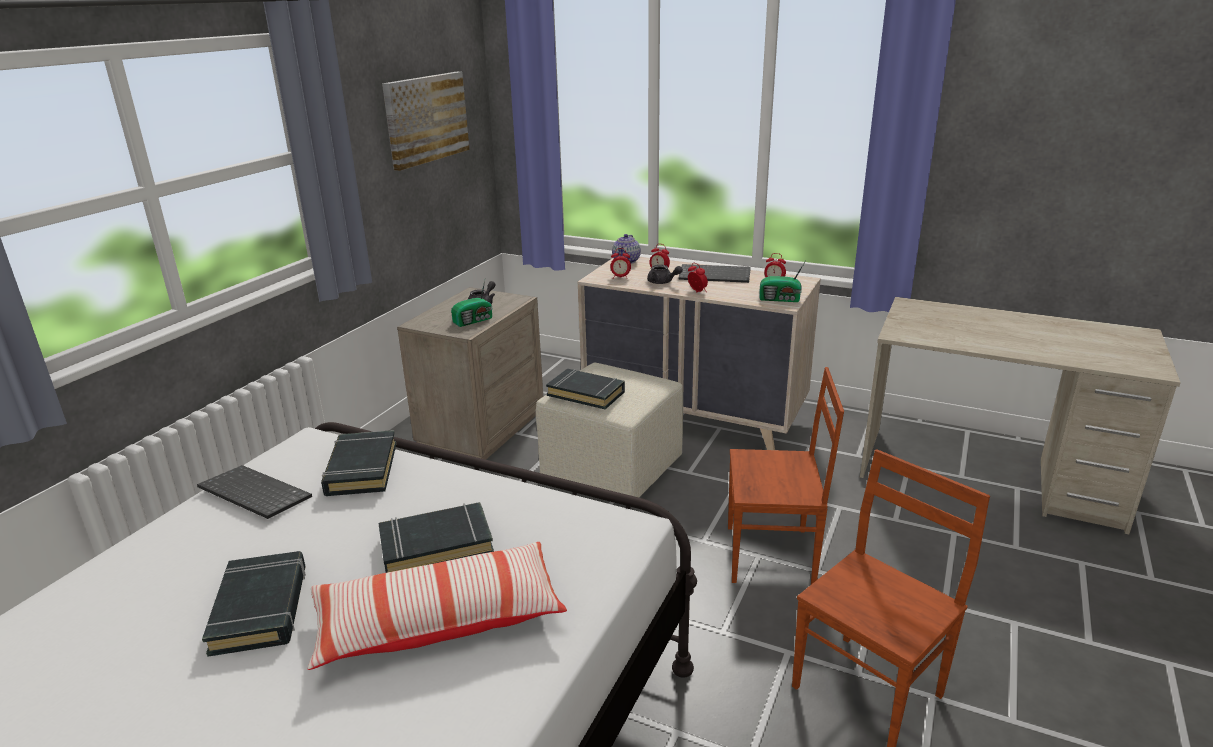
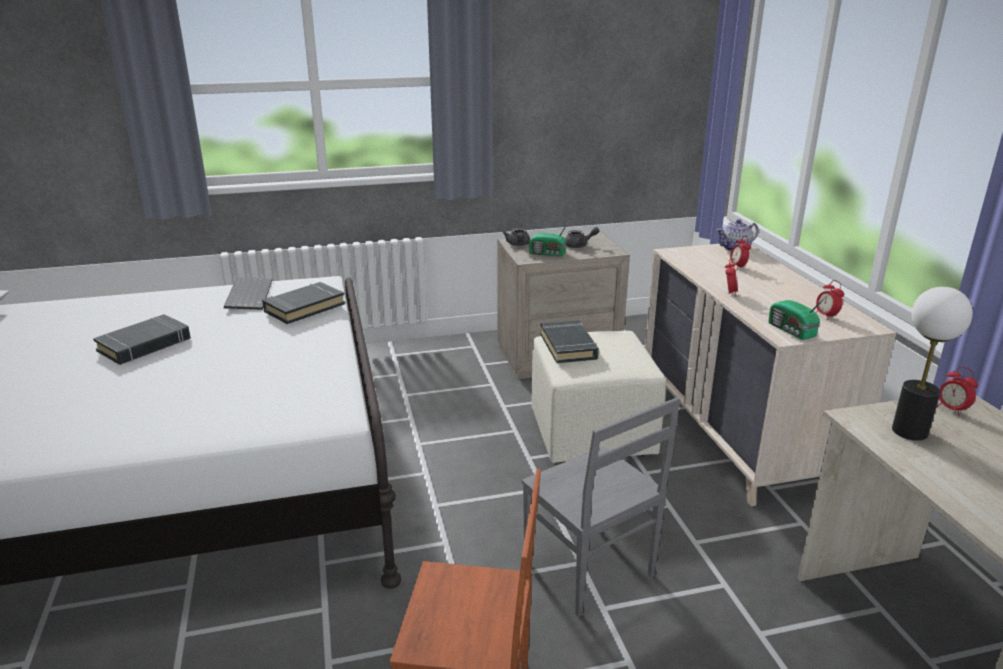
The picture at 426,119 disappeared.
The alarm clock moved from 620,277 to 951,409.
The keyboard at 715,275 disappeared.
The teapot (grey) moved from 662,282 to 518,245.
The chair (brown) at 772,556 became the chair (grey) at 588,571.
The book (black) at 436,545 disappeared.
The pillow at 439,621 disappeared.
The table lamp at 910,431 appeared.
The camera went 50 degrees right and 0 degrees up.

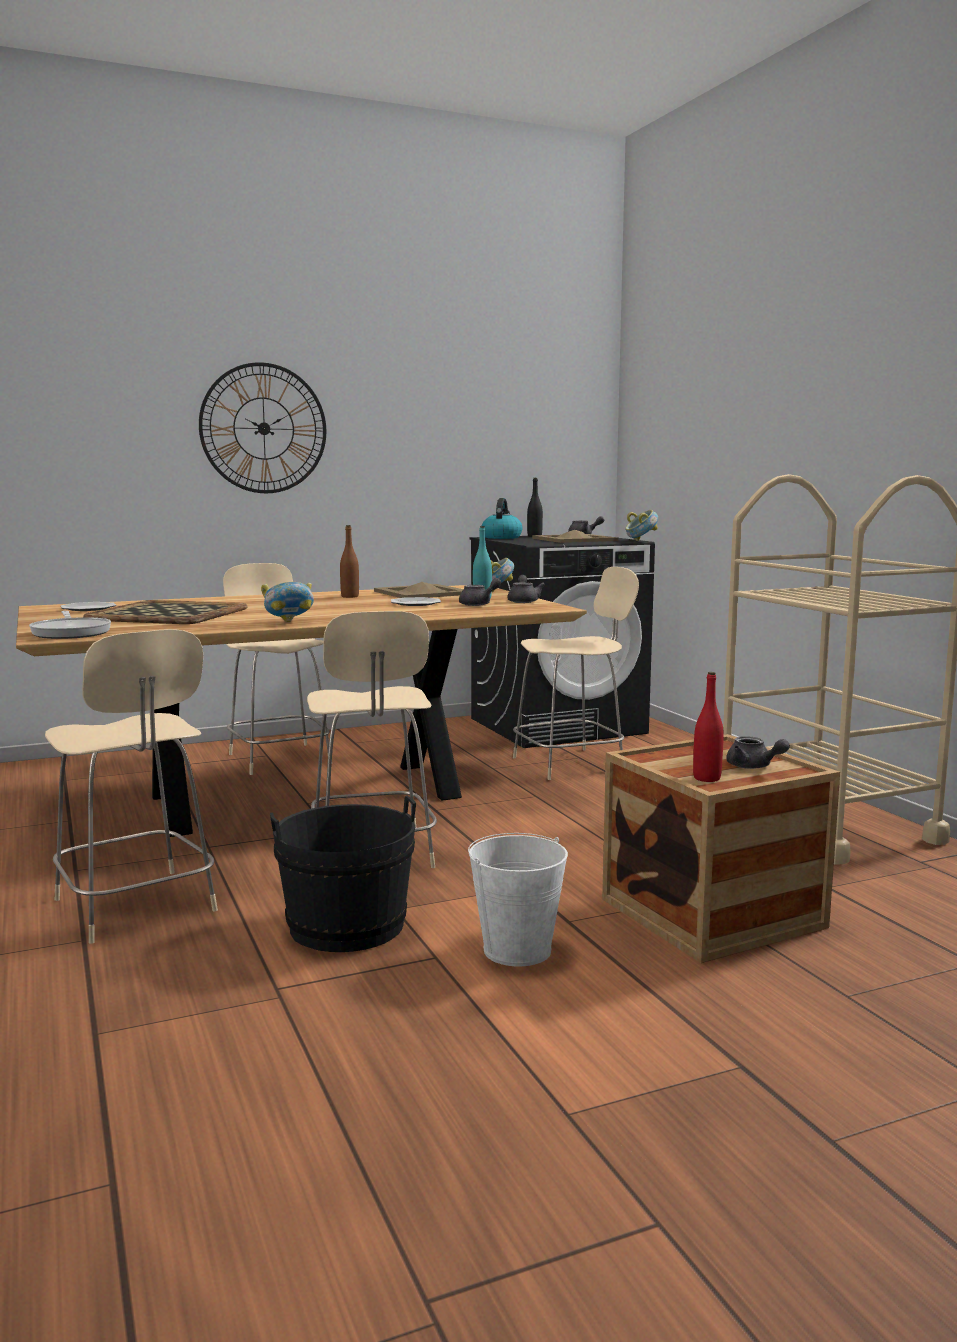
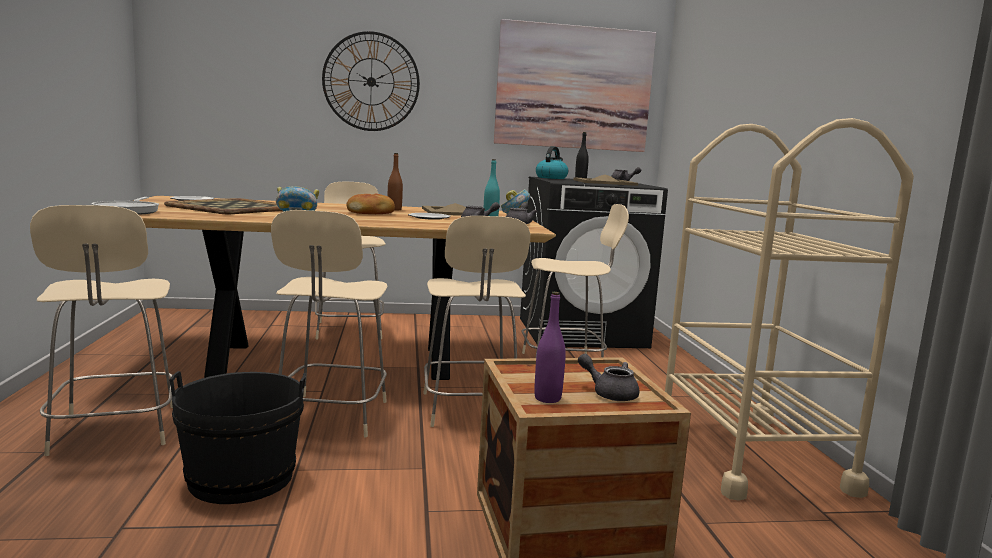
The bowl at 640,541 disappeared.
The bottle (red) at 706,778 became the bottle (purple) at 547,398.
The teapot (grey) at 753,767 turned 150 degrees clockwise.
The bucket (white) at 517,950 disappeared.
The picture at 573,88 appeared.
The bread at 371,213 appeared.
The chair (beige) at 469,410 appeared.
The camera went 15 degrees right and 0 degrees up.

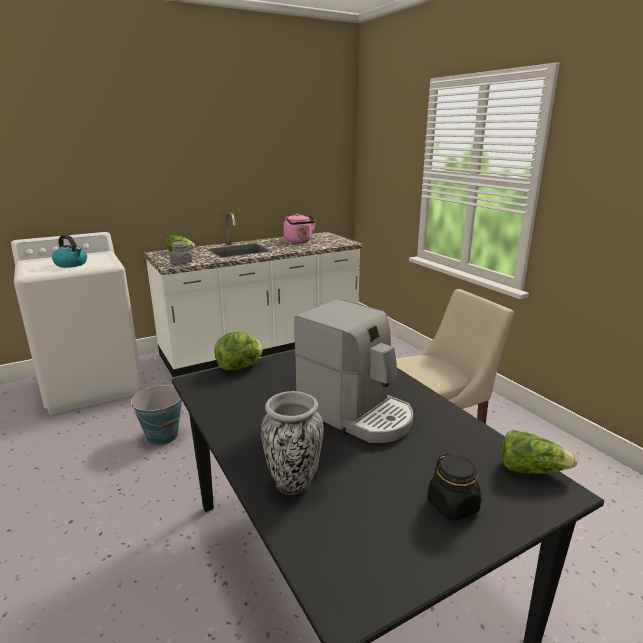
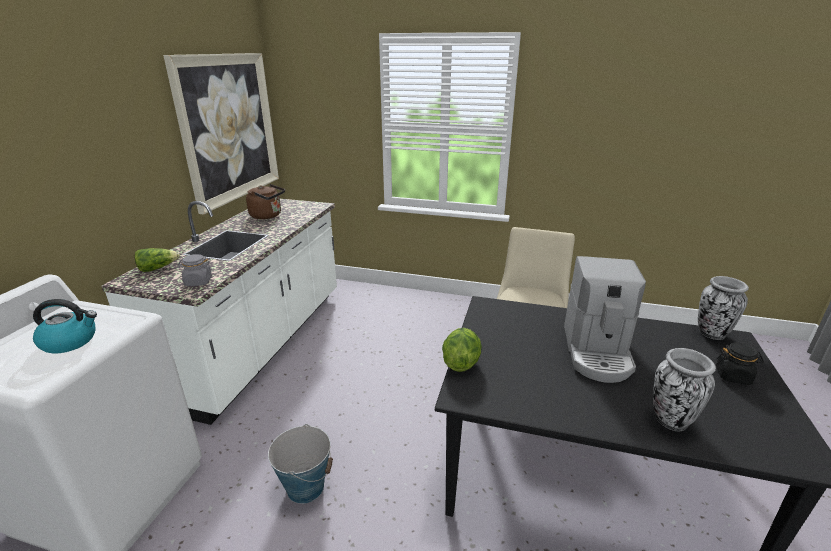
The kettle (pink) at 299,241 became the kettle (brown) at 268,216.
The coffee machine at 356,413 turned 105 degrees clockwise.
The lettuce at 531,469 was replaced by the vase at 711,334.
The picture at 229,128 appeared.
The camera went 45 degrees left and 5 degrees up.

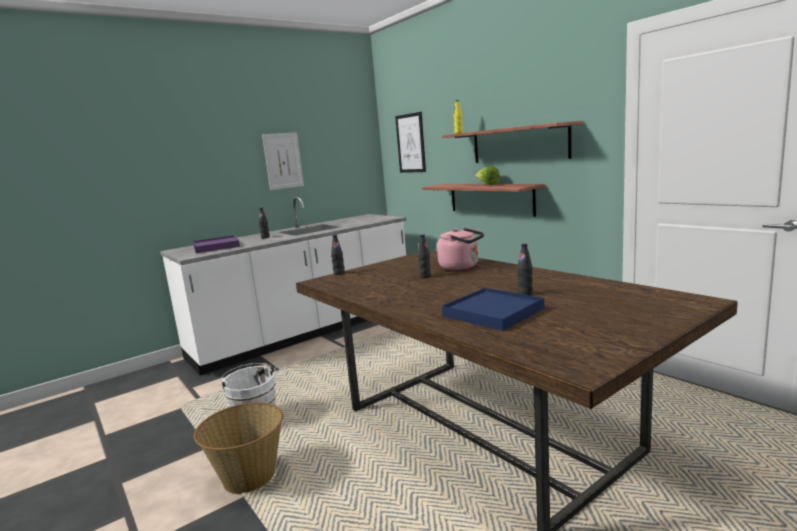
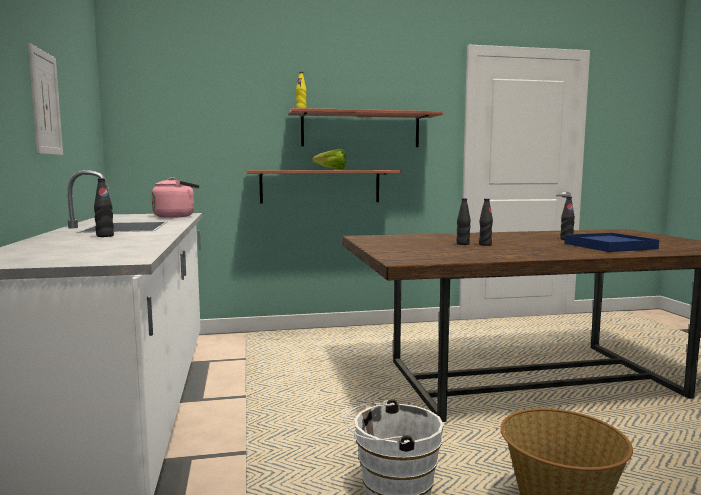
The picture at 410,143 disappeared.
The kettle (pink) moved from 461,267 to 177,216.
The tray (purple) at 216,247 disappeared.
The bottle (black) moved from 339,273 to 485,245.
The camera went 65 degrees left and 5 degrees down.

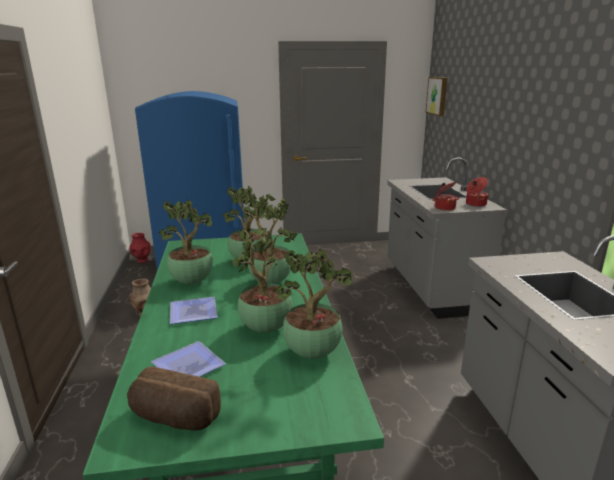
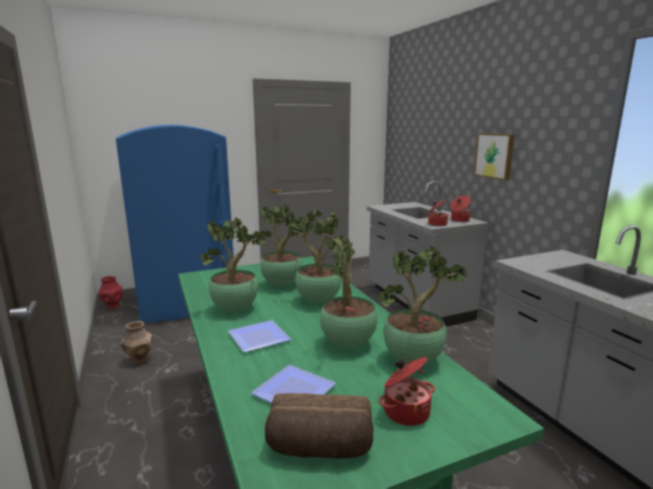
The picture moved from 438,96 to 495,155.
The cooking pot at 405,411 appeared.
The camera went 15 degrees left and 5 degrees down.

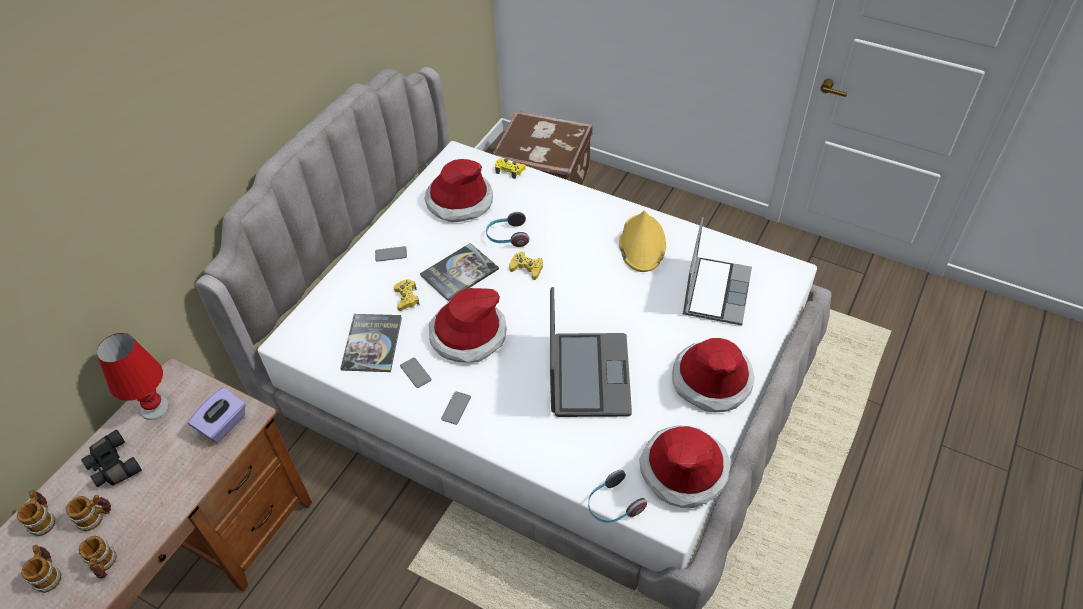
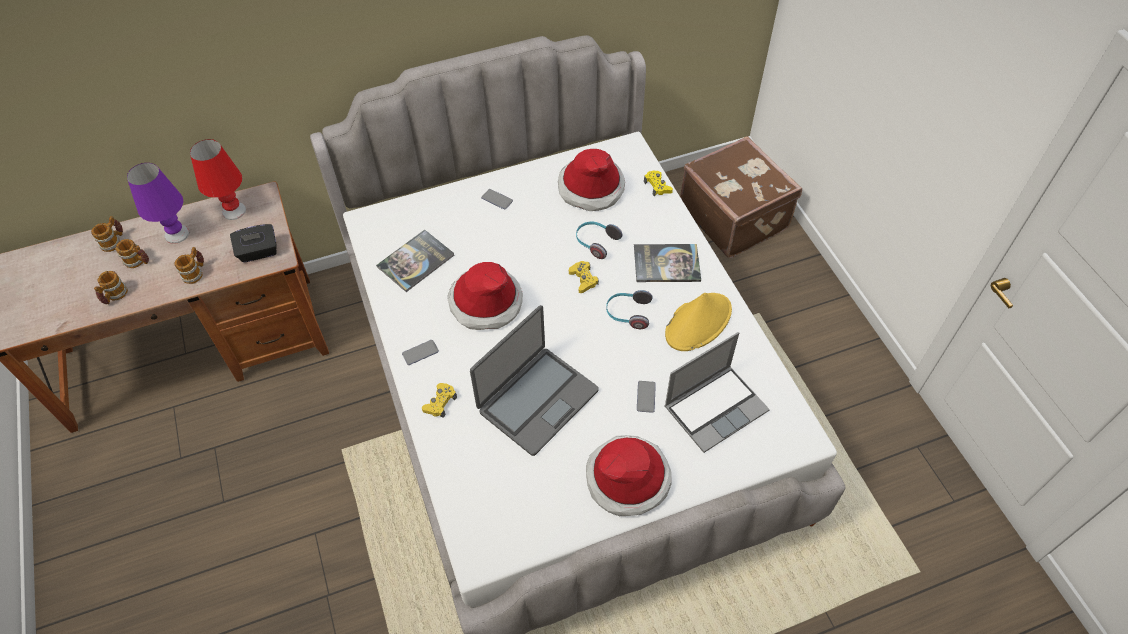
The book moved from 459,272 to 666,264.
The game controller (yellow) moved from 407,298 to 440,403.
The phone moved from 415,373 to 646,397.
The tissue box (purple) at 223,424 became the tissue box (black) at 258,252.
The hat at 684,469 disappeared.
The binoculars (black) at 112,466 was replaced by the table lamp (purple) at 176,234.
The headphones moved from 613,505 to 628,313.
The mug moved from 49,574 to 195,273.
The camera went 40 degrees right and 5 degrees up.

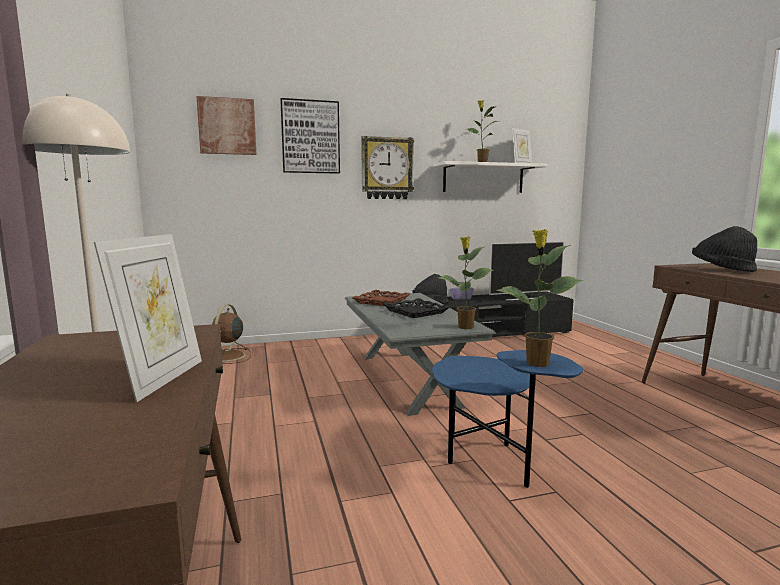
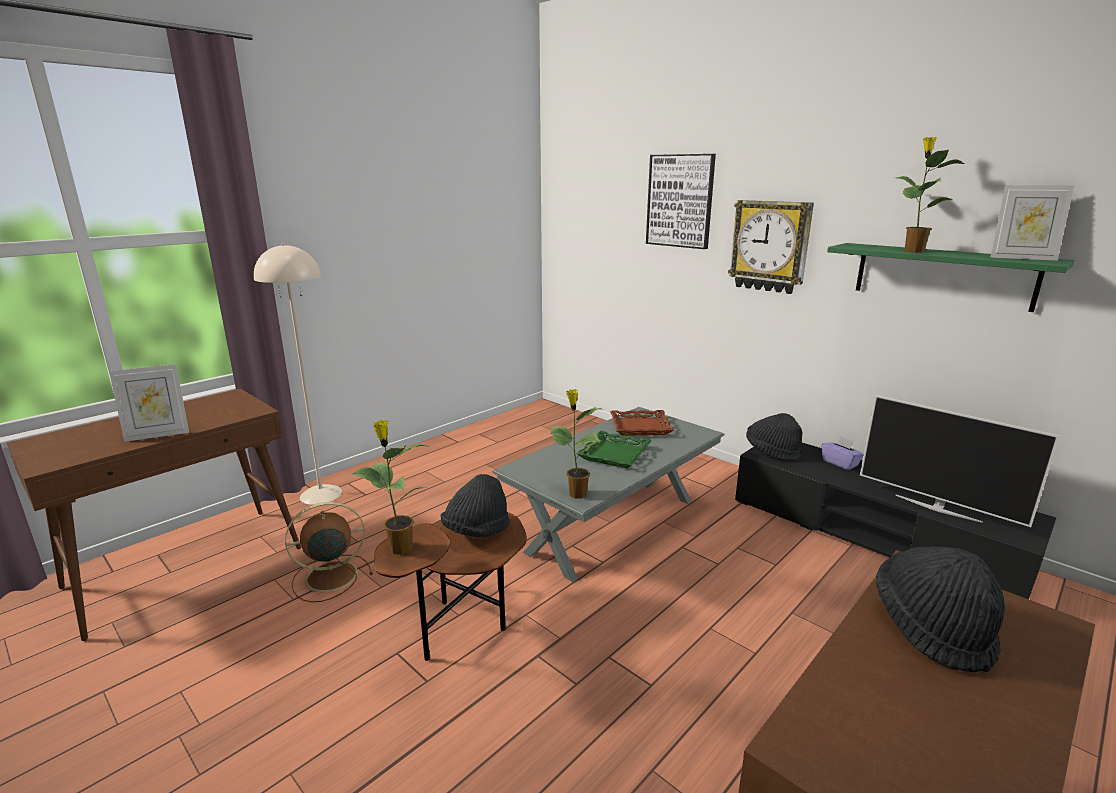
The picture at 227,126 disappeared.
The shelf (white) at 483,178 became the shelf (green) at 942,275.
The tray (black) at 415,312 became the tray (green) at 614,454.
The fan (brown) moved from 228,357 to 329,577.
The side table (blue) at 490,461 became the side table (brown) at 462,626.
The hat (black) at 476,531 appeared.
The camera went 60 degrees right and 10 degrees up.

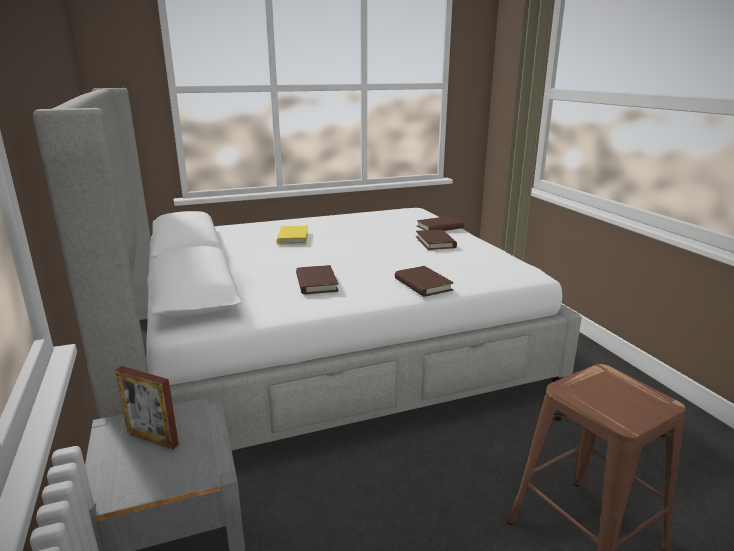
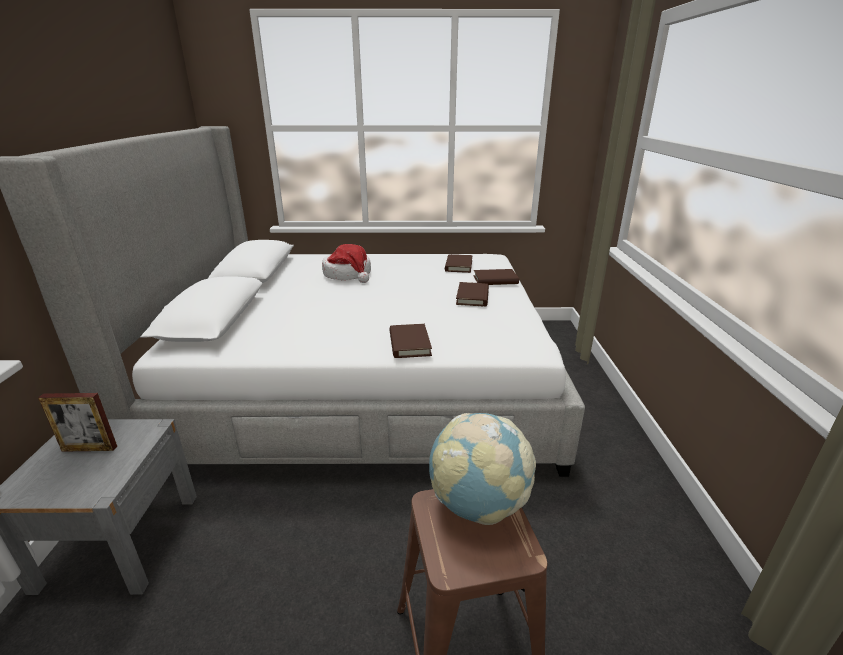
The book (yellow) at 293,238 was replaced by the hat at 348,274.
The book (brown) moved from 316,283 to 458,266.
The picture frame at 153,439 turned 45 degrees counterclockwise.
The globe at 478,504 appeared.
The camera went 20 degrees right and 5 degrees up.

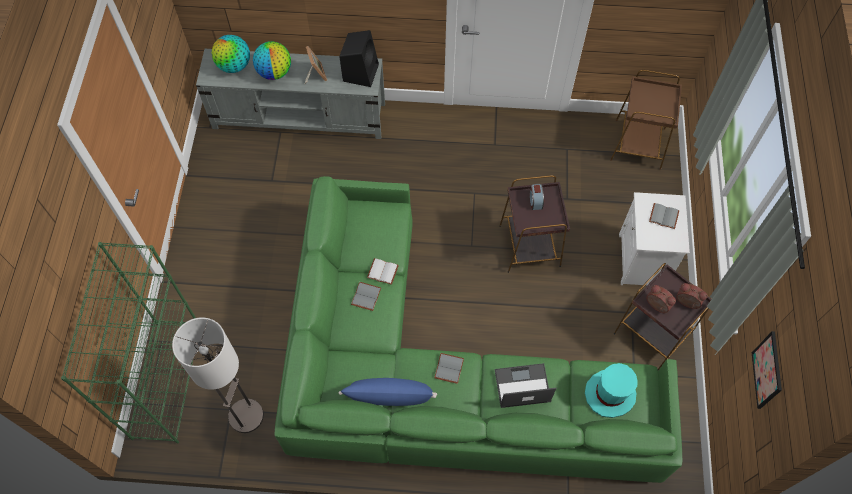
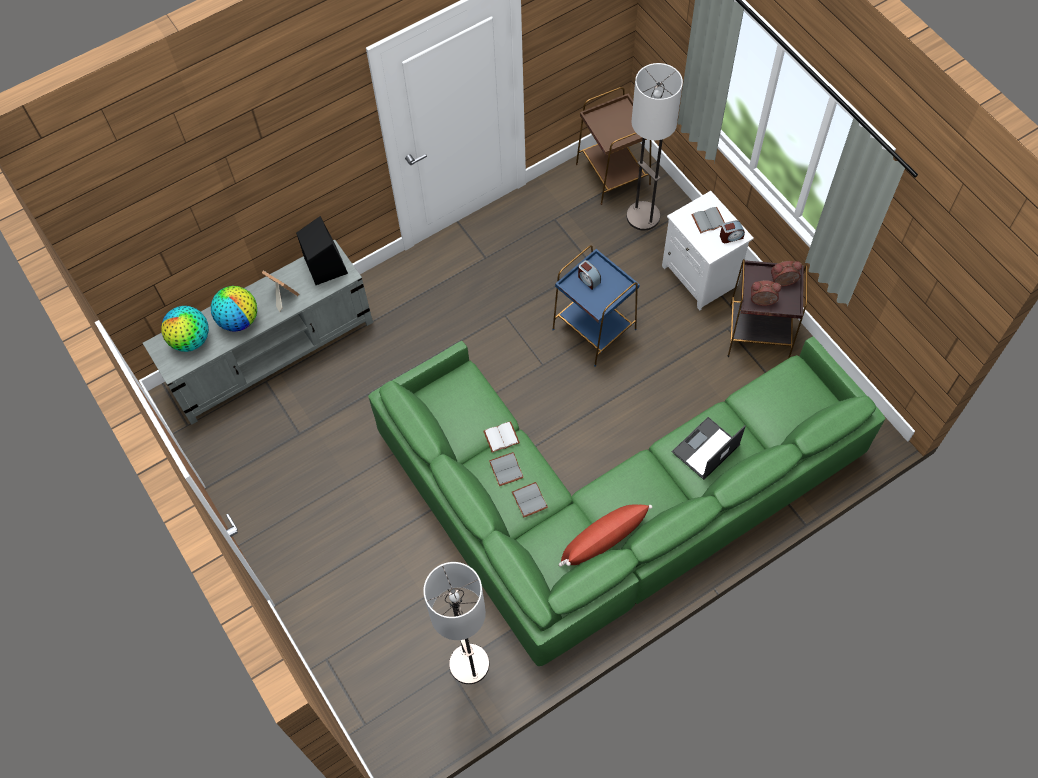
The side table (brown) at 529,246 became the side table (blue) at 594,330.
The bookcase (green) at 167,381 disappeared.
The picture at 767,370 disappeared.
The book (grey) moved from 448,368 to 528,500.
The hat (turquoise) at 610,394 disappeared.
The pillow (blue) at 389,397 became the pillow (red) at 602,541.
The floor lamp at 643,216 appeared.
The alarm clock at 731,236 appeared.
The camera went 35 degrees left and 0 degrees up.

